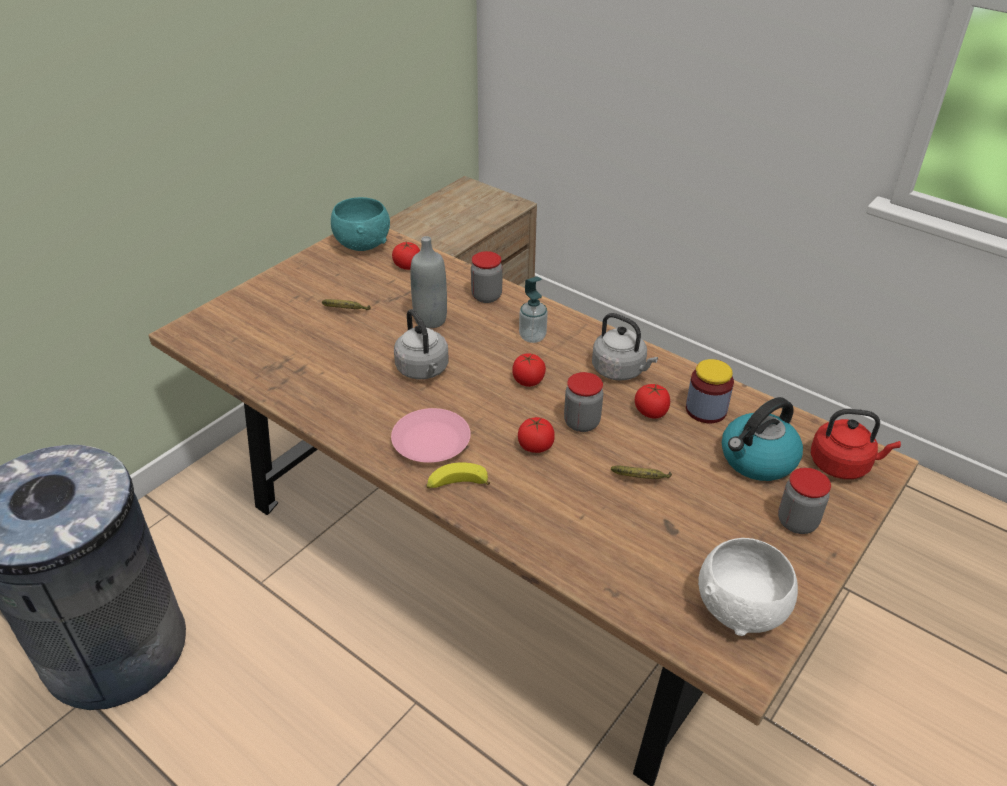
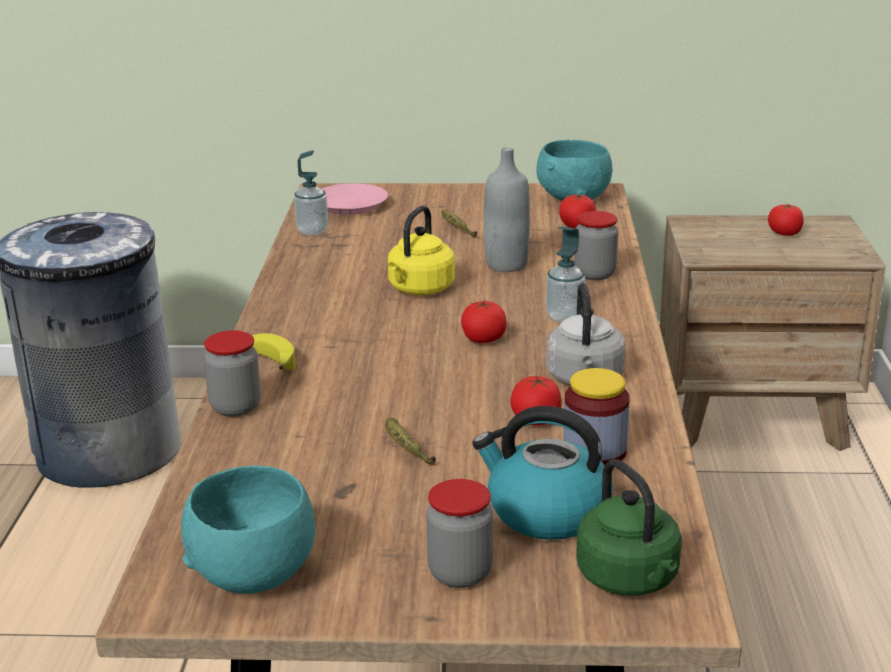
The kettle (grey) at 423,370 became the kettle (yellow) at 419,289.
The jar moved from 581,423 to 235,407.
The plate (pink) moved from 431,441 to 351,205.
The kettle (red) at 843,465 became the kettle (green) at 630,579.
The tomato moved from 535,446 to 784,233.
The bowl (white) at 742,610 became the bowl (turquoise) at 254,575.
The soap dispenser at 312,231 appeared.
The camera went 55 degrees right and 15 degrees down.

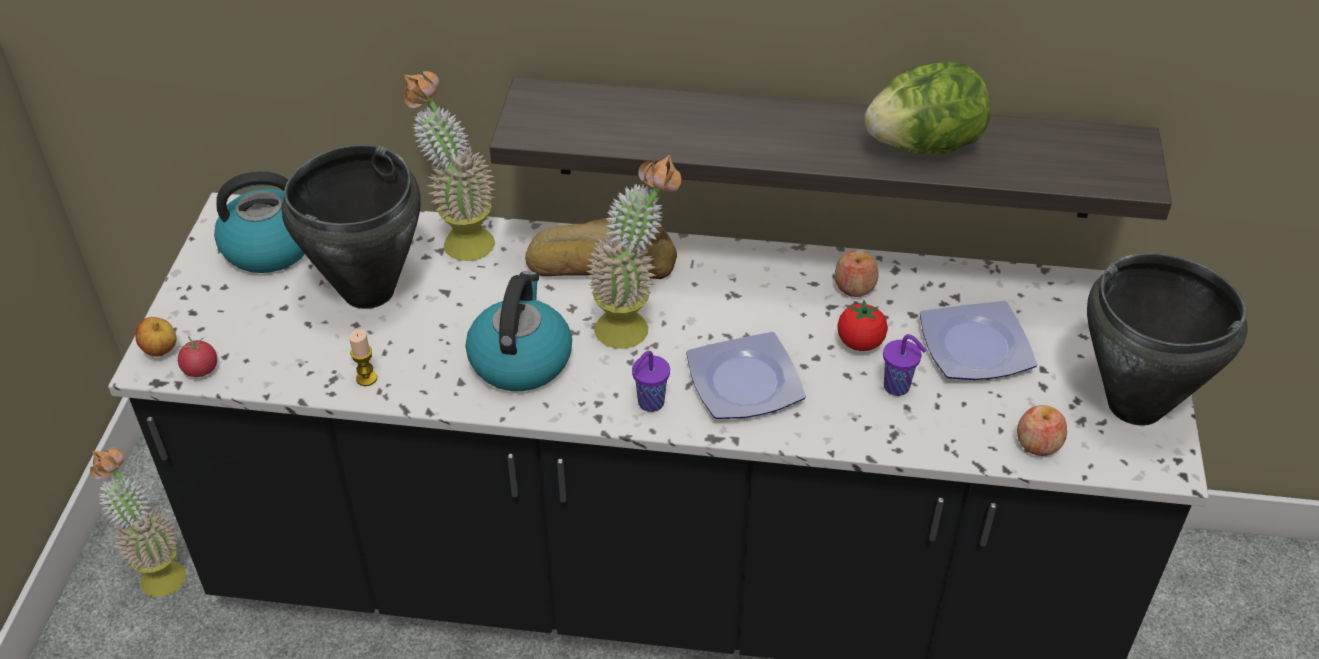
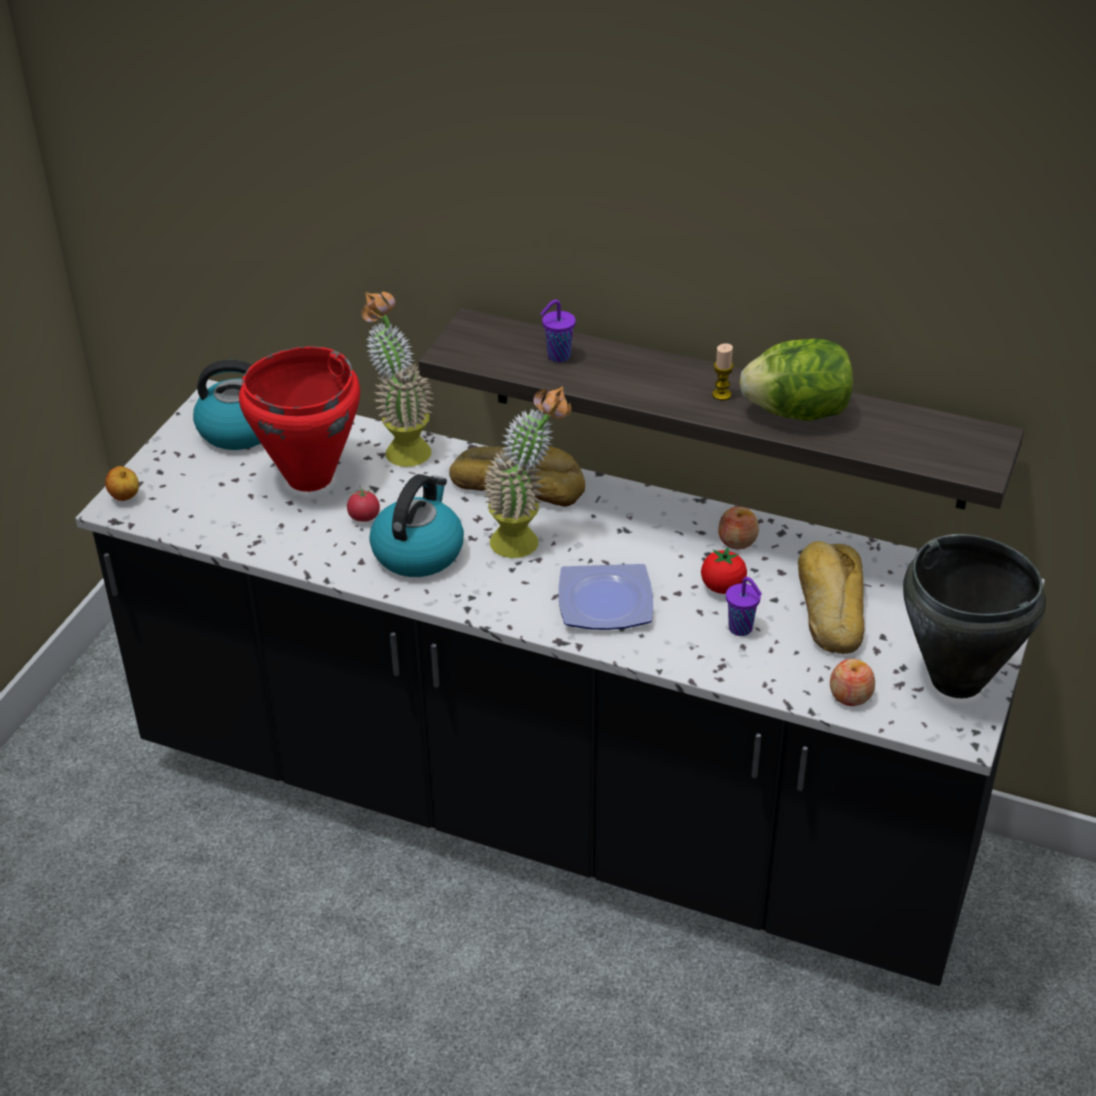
The cooking pot (black) at 367,291 became the cooking pot (red) at 308,477.
The plate at 976,345 was replaced by the bread at 829,606.
The candle moved from 366,378 to 721,394.
The tomato moved from 201,369 to 364,517.
The cup (purple) moved from 649,403 to 557,357.
The potted plant at 157,571 disappeared.
The camera went 15 degrees right and 5 degrees down.

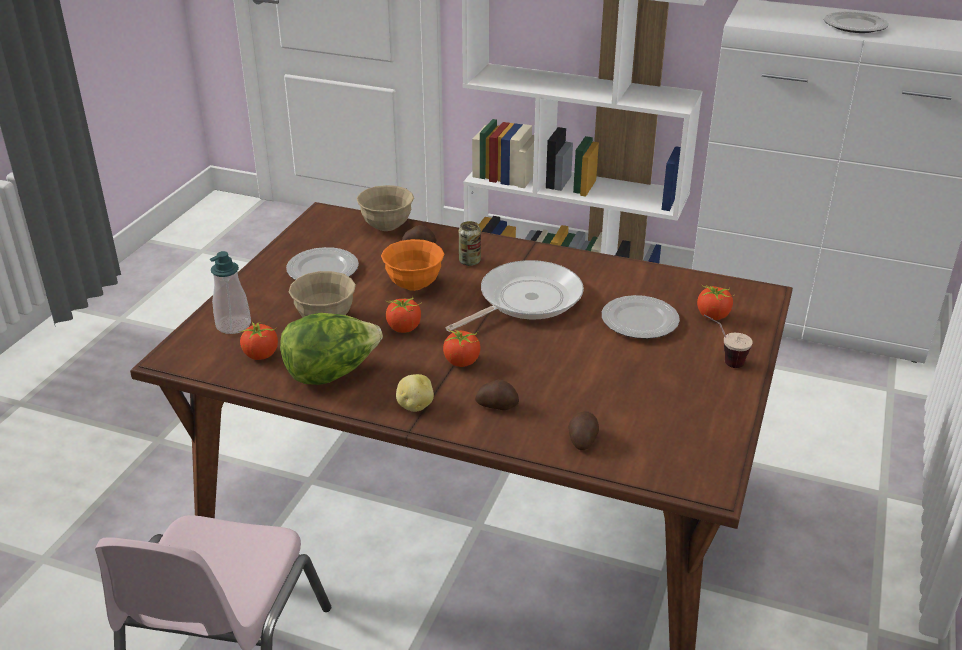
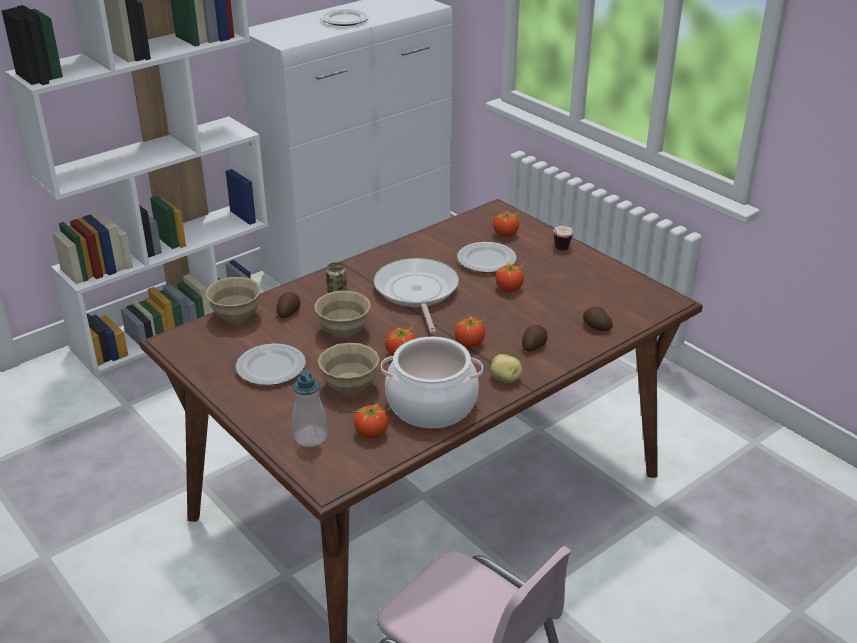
The bowl (orange) at 413,285 became the bowl (beige) at 344,332.
The lettuce at 331,373 was replaced by the cooking pot at 431,405.
The tomato at 509,288 appeared.
The camera went 60 degrees left and 0 degrees up.

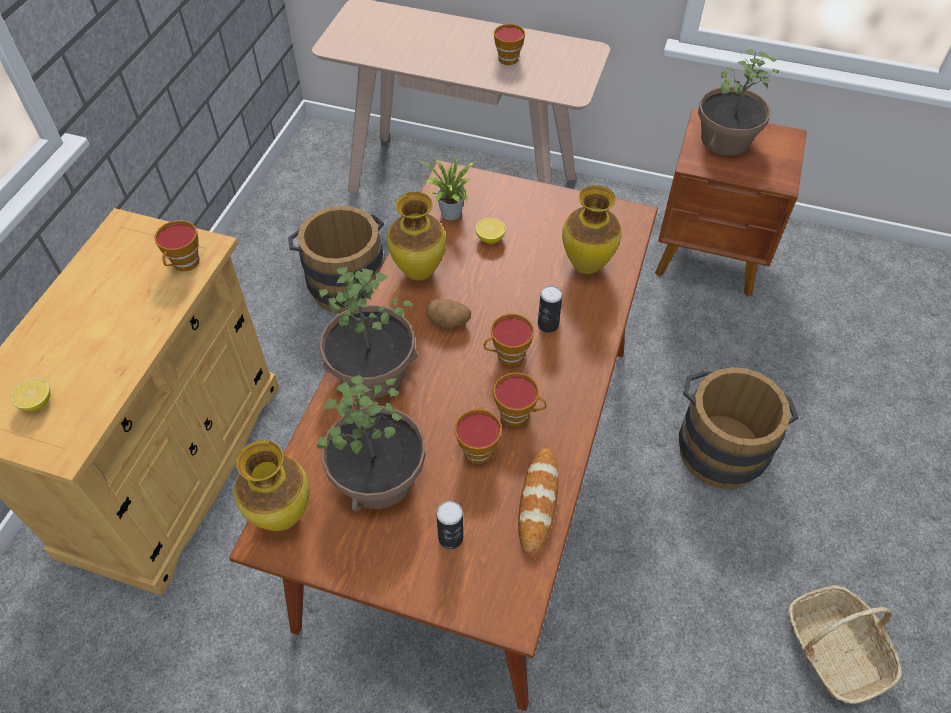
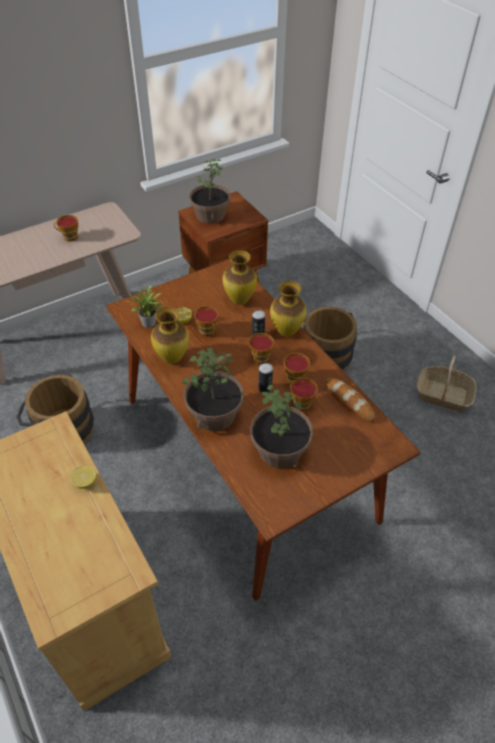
The cup moved from 185,264 to 208,332.
The lemon moved from 37,403 to 85,482.
The vase moved from 283,517 to 287,332.
The can moved from 450,537 to 265,388.
The camera went 50 degrees left and 5 degrees down.

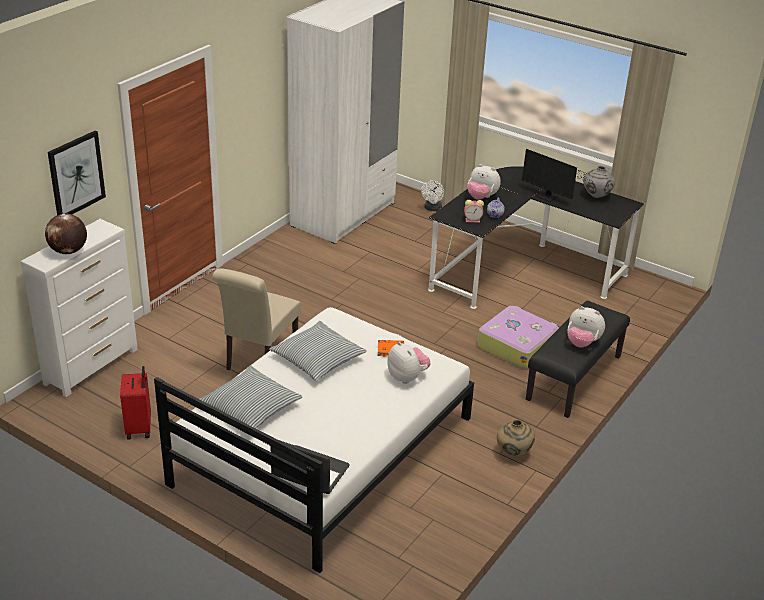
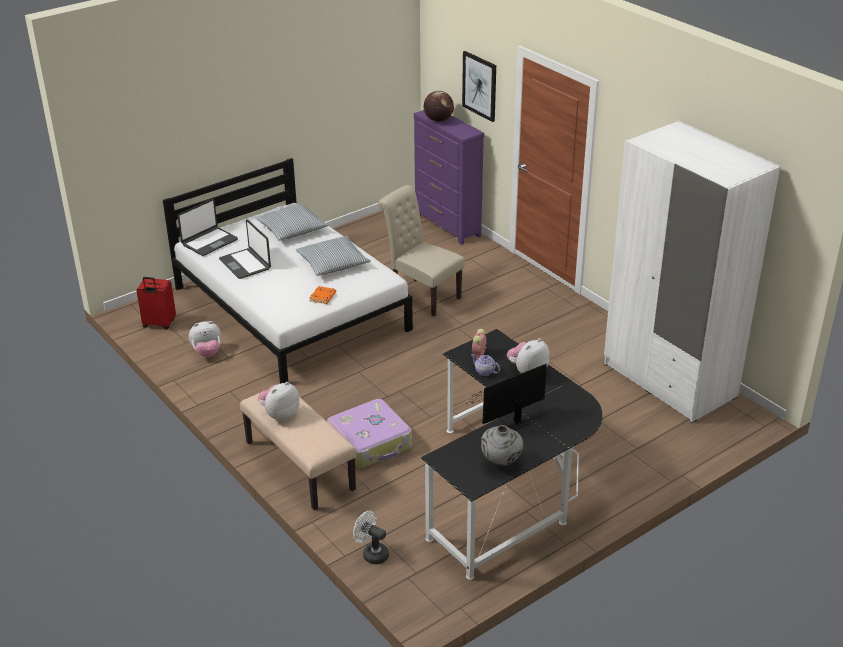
The fan (white) moved from 432,209 to 372,553.
The dresser (white) at 92,366 became the dresser (purple) at 448,226.
The bench (black) at 574,378 became the bench (beige) at 298,466.
The plush toy moved from 407,377 to 207,353.
The suitcase (red) moved from 140,428 to 159,324.
The vase (beige) at 513,453 disappeared.
The laptop at 245,264 appeared.
The camera went 110 degrees right and 0 degrees up.

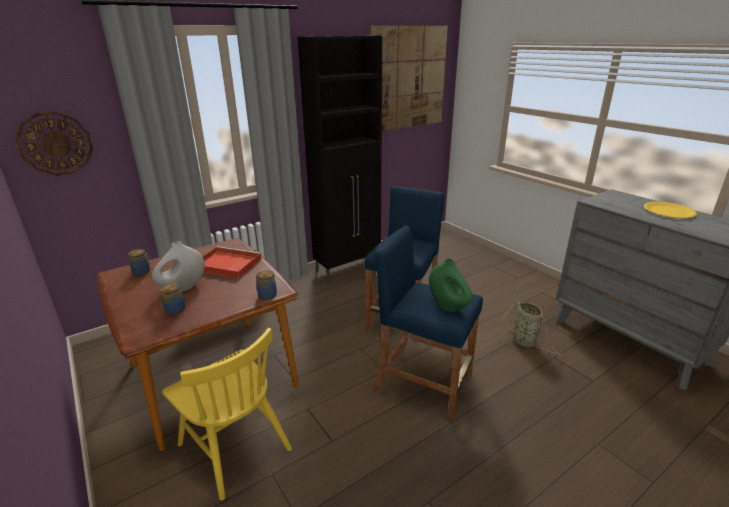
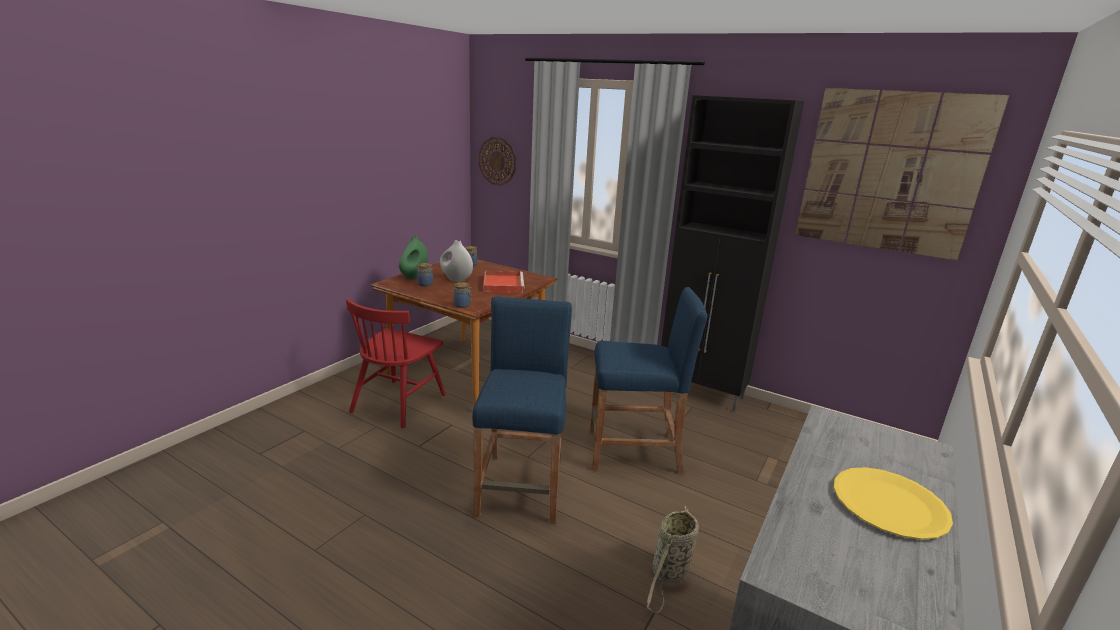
The vase (green) moved from 448,306 to 414,276.
The chair (yellow) at 234,446 became the chair (red) at 398,403.
The camera went 65 degrees right and 5 degrees down.

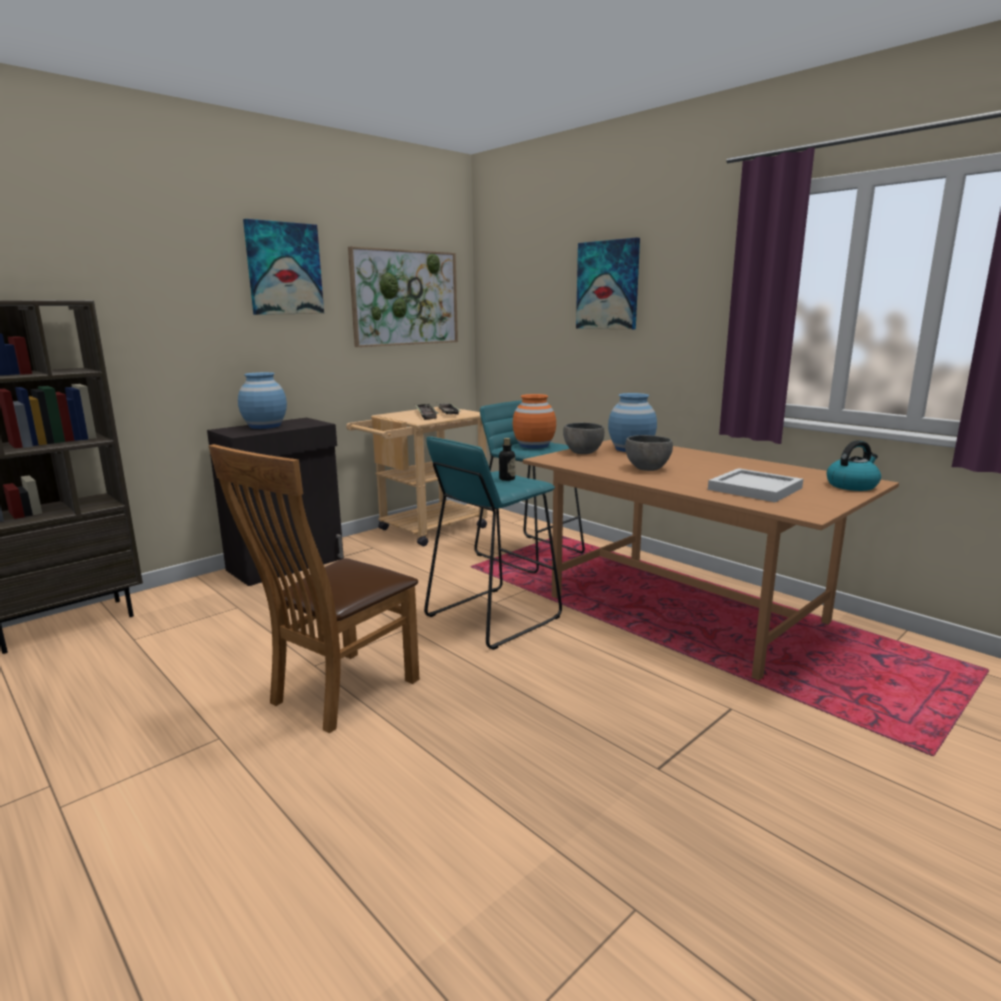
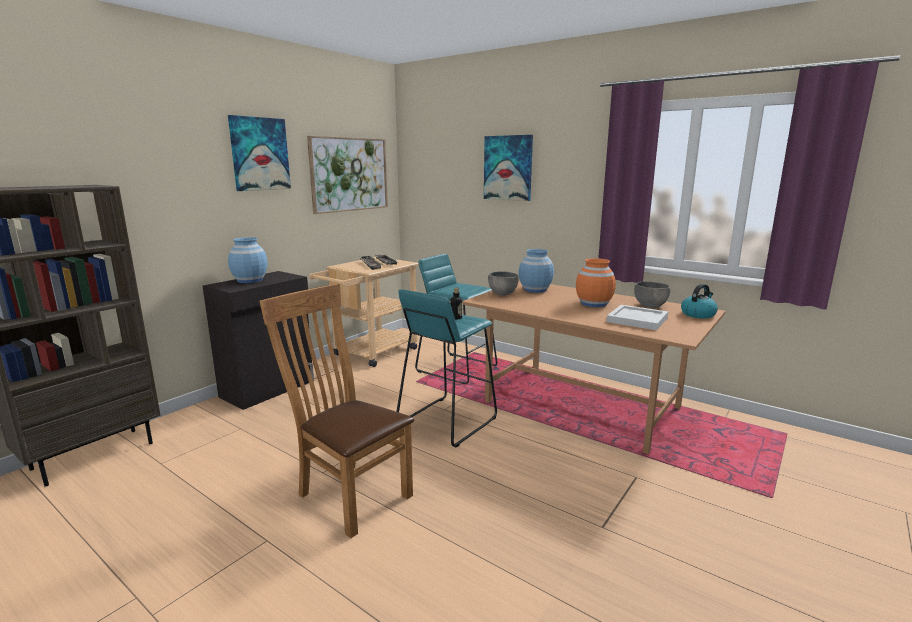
The vase (orange) moved from 534,445 to 593,303.
The bowl (grey) moved from 648,468 to 650,306.
The chair (brown) at 337,693 turned 105 degrees clockwise.
The camera went 10 degrees left and 0 degrees up.

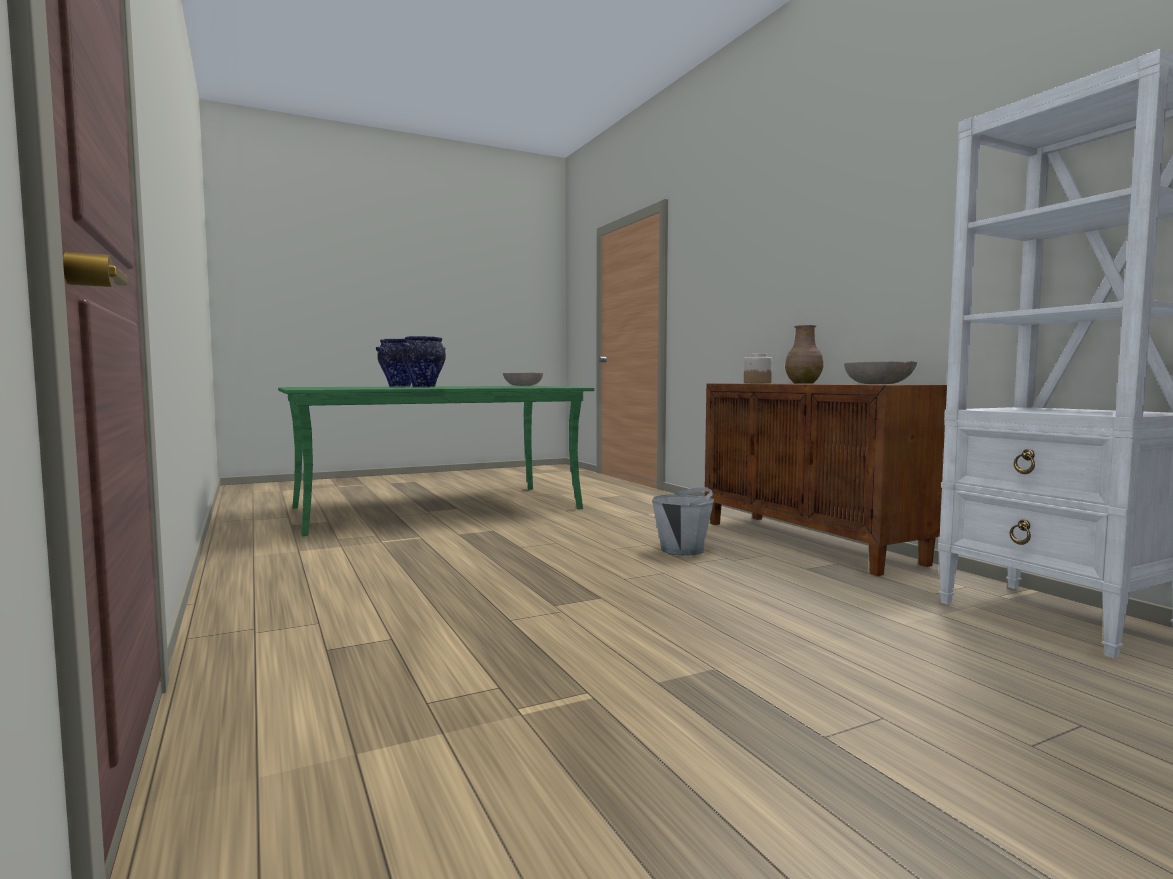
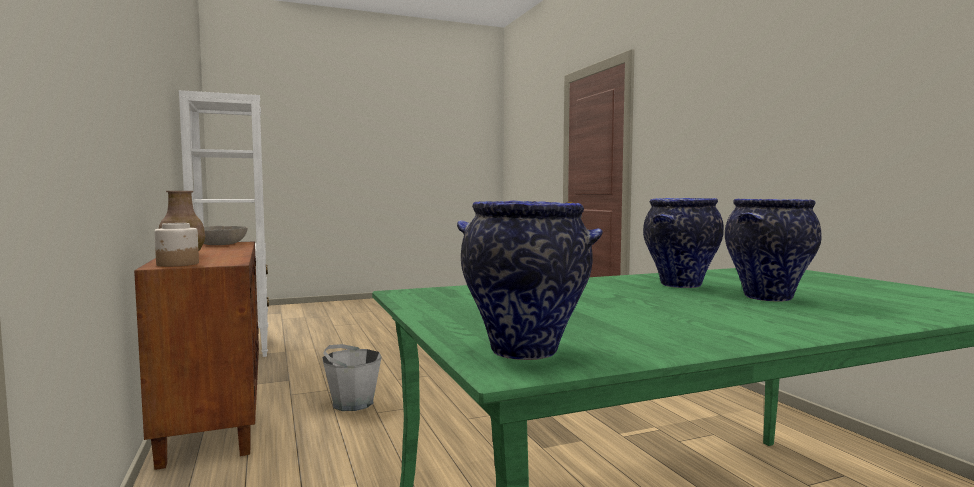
The bowl (grey) at 522,385 was replaced by the vase at 526,351.
The camera went 175 degrees left and 0 degrees up.

